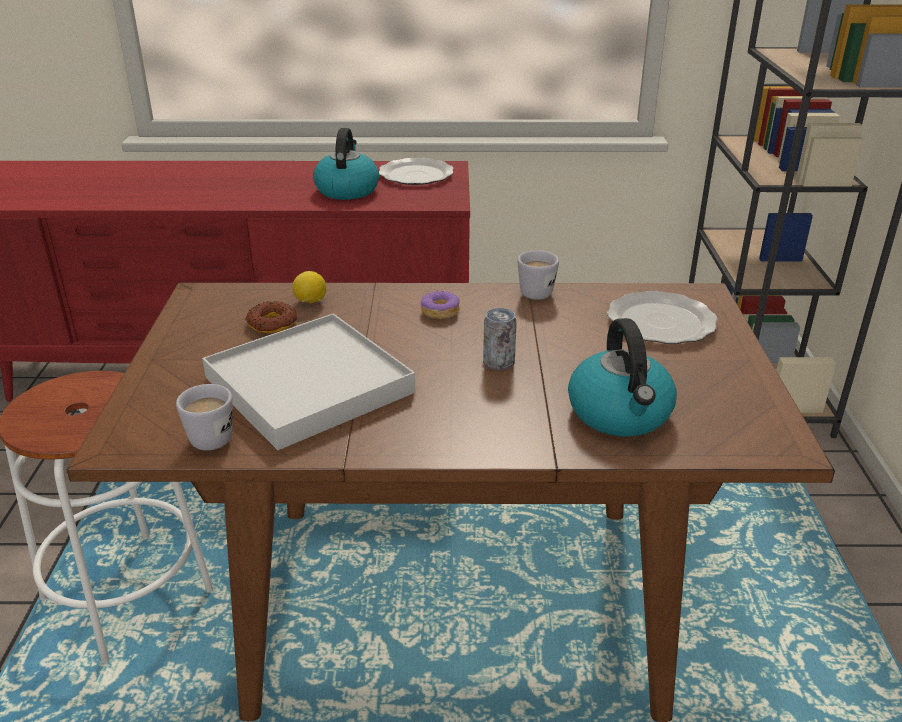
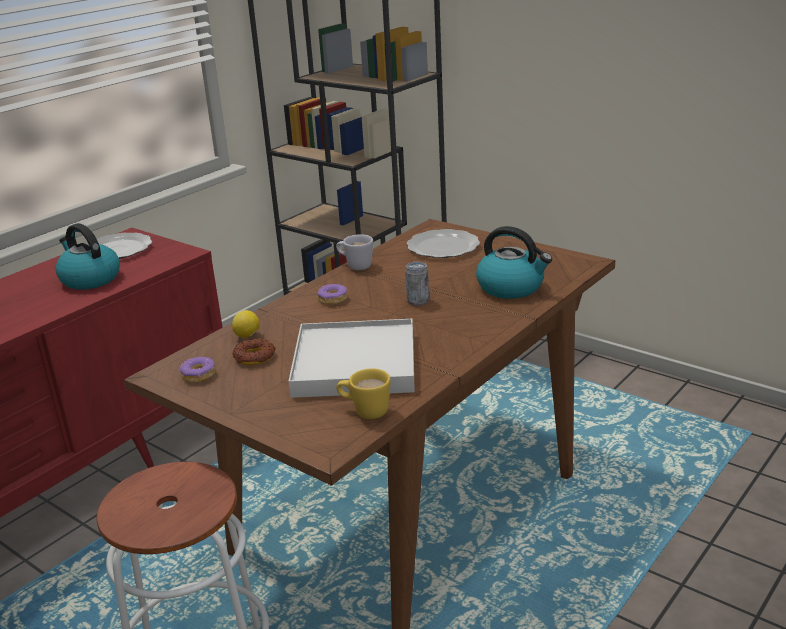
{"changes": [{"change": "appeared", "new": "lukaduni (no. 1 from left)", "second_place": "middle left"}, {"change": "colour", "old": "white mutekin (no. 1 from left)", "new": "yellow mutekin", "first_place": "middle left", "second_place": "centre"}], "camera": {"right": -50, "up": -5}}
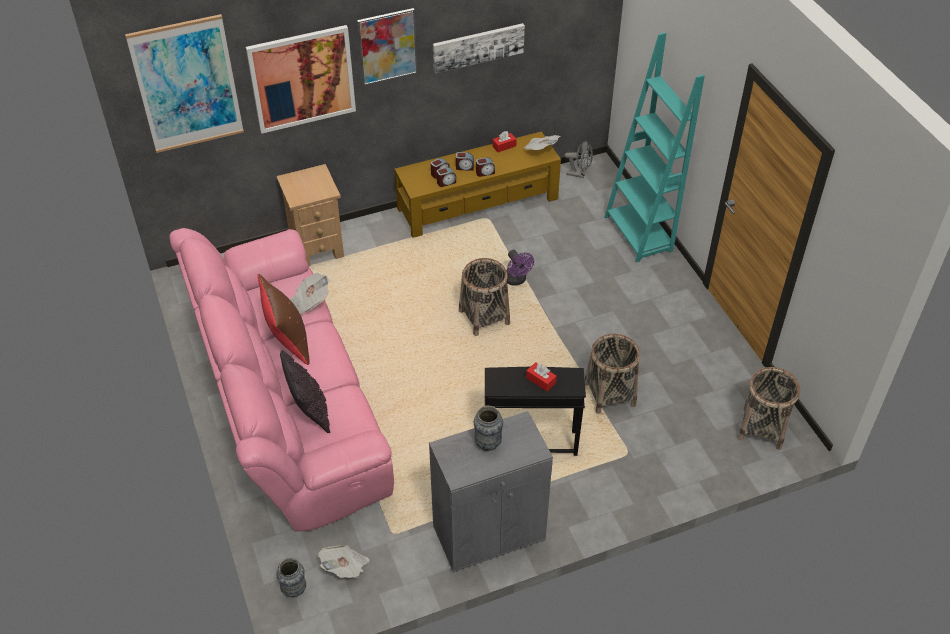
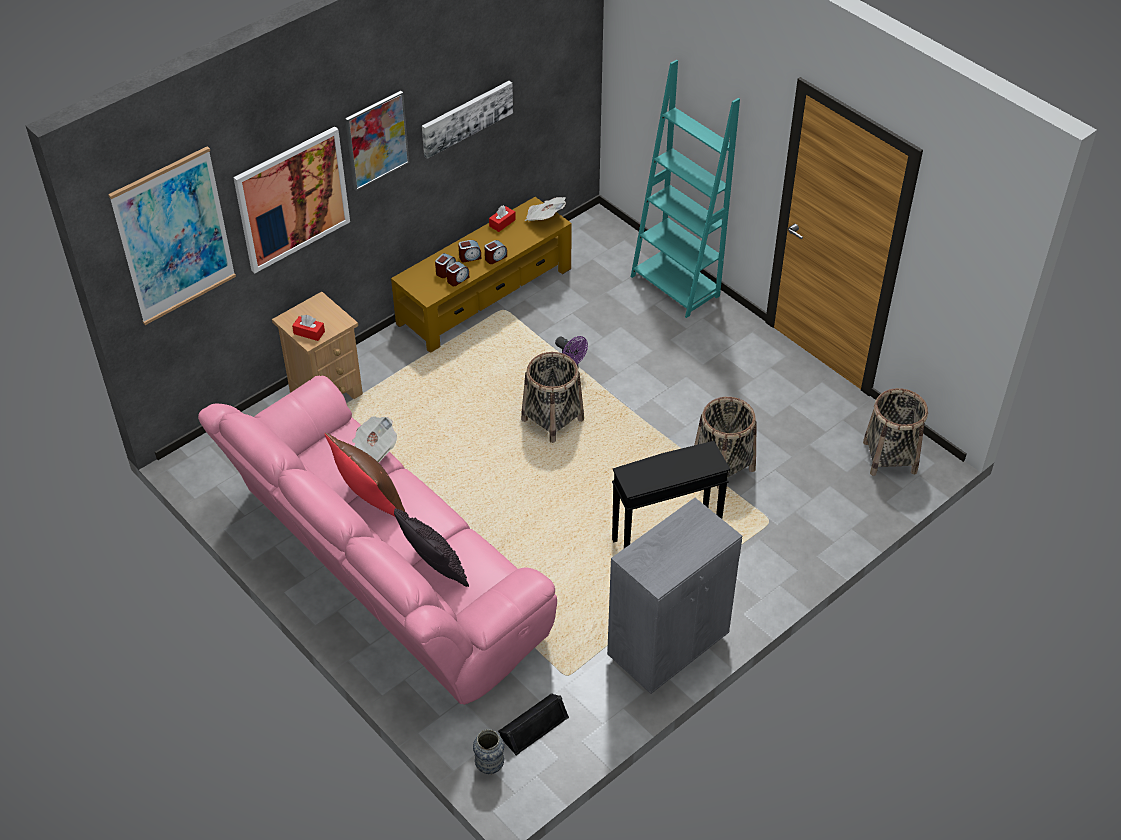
{"changes": [{"change": "missing", "old": "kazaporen (no. 2 from left)", "first_place": "bottom centre"}, {"change": "missing", "old": "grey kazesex", "first_place": "top centre"}, {"change": "relocated", "old": "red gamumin (no. 2 from left in the first image)", "new": "red gamumin (no. 1 from left)", "first_place": "centre", "second_place": "middle left"}, {"change": "exchanged", "old": "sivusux (no. 2 from left)", "new": "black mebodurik", "first_place": "bottom centre", "second_place": "bottom centre"}], "camera": {"right": -20, "up": 0}}
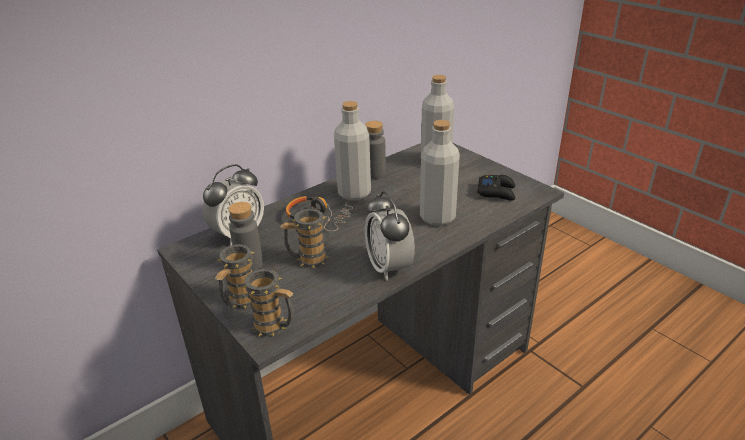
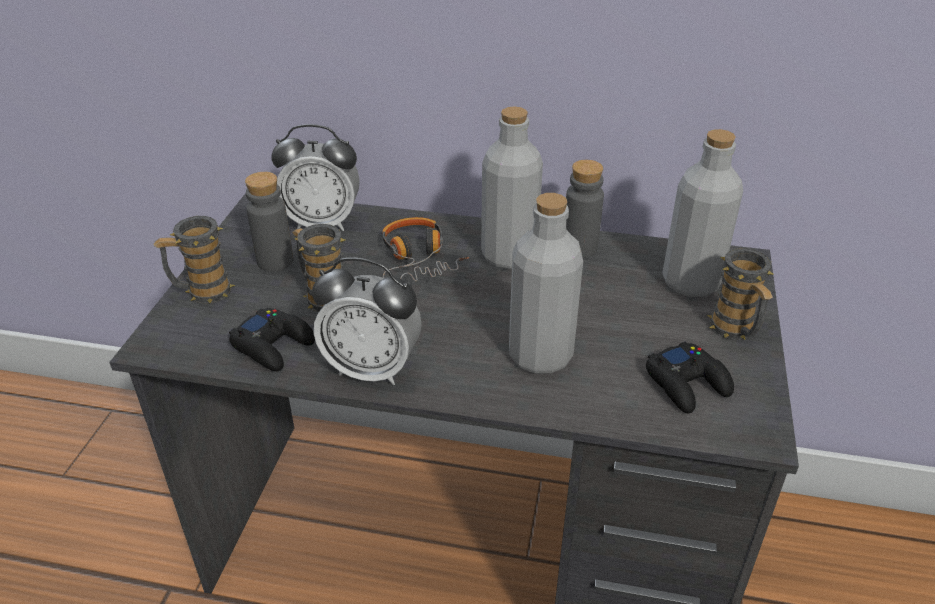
{"changes": [{"change": "appeared", "new": "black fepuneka (no. 1 from left)", "second_place": "middle left"}, {"change": "relocated", "old": "mutekin (no. 2 from left in the first image)", "new": "mutekin (no. 3 from left)", "first_place": "bottom centre", "second_place": "middle right"}, {"change": "spun", "old": "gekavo (no. 2 from left)", "first_place": "centre", "second_place": "centre", "degrees": -105}], "camera": {"right": 50, "up": 5}}
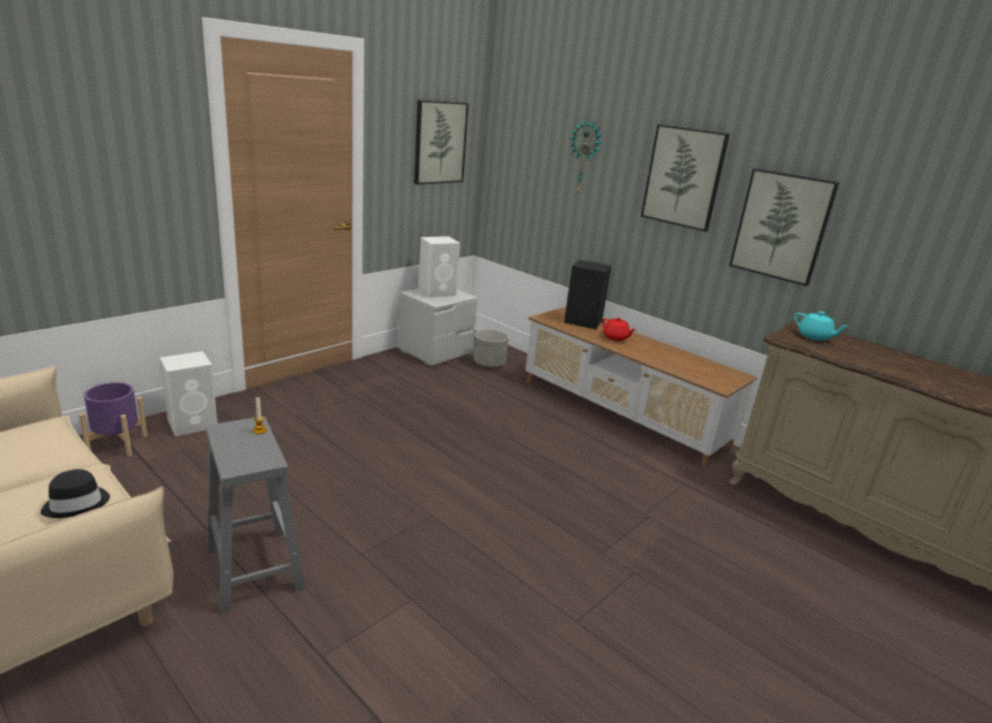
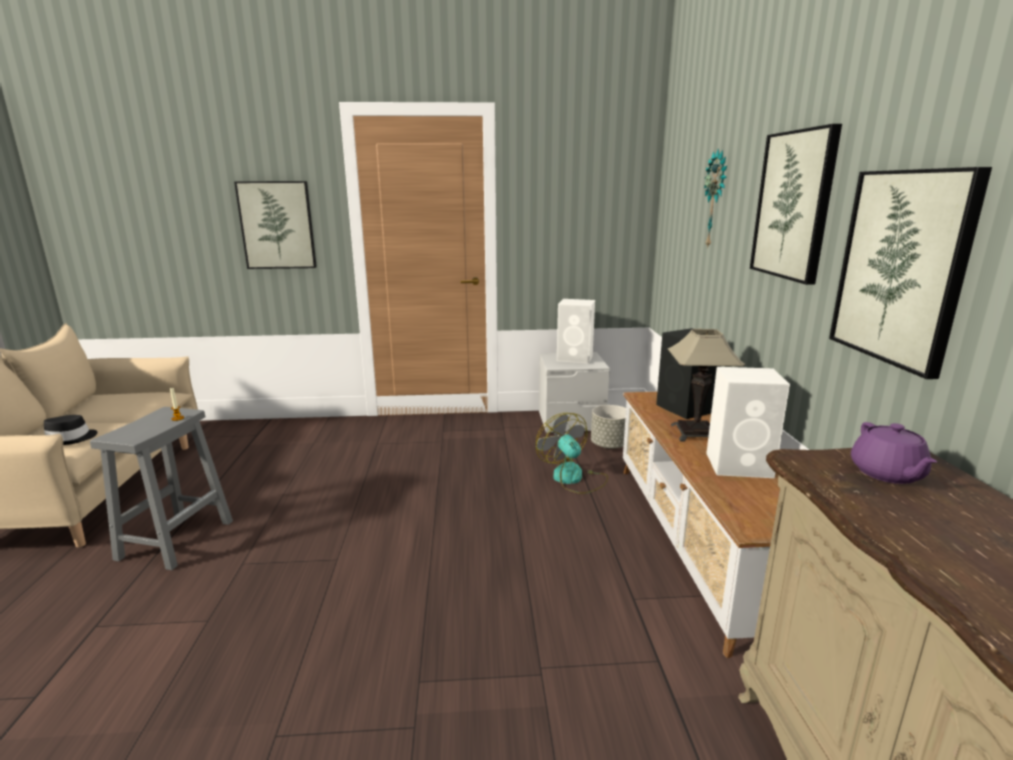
{"changes": [{"change": "missing", "old": "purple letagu", "first_place": "middle left"}, {"change": "appeared", "new": "kazesex", "second_place": "centre"}, {"change": "relocated", "old": "white mebodurik (no. 1 from left in the first image)", "new": "white mebodurik (no. 2 from left)", "first_place": "middle left", "second_place": "middle right"}, {"change": "relocated", "old": "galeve (no. 1 from left)", "first_place": "top centre", "second_place": "top left"}, {"change": "exchanged", "old": "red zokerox", "new": "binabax", "first_place": "centre", "second_place": "middle right"}, {"change": "colour", "old": "turquoise zokerox", "new": "purple zokerox", "first_place": "middle right", "second_place": "middle right"}], "camera": {"right": 45, "up": -5}}
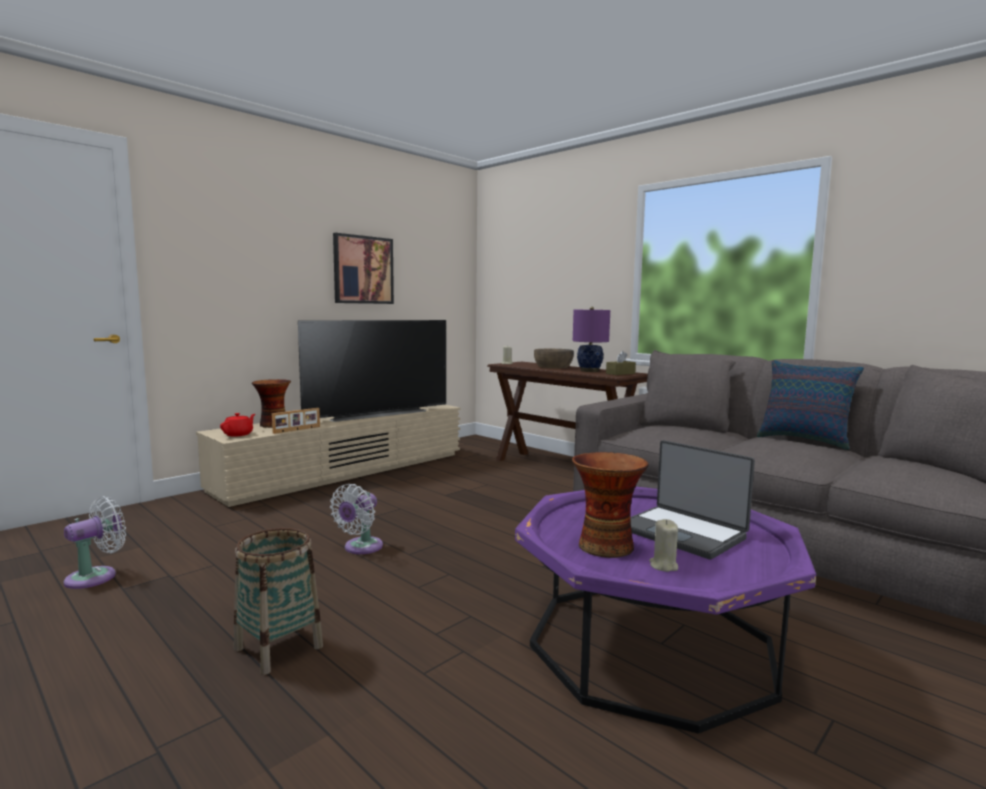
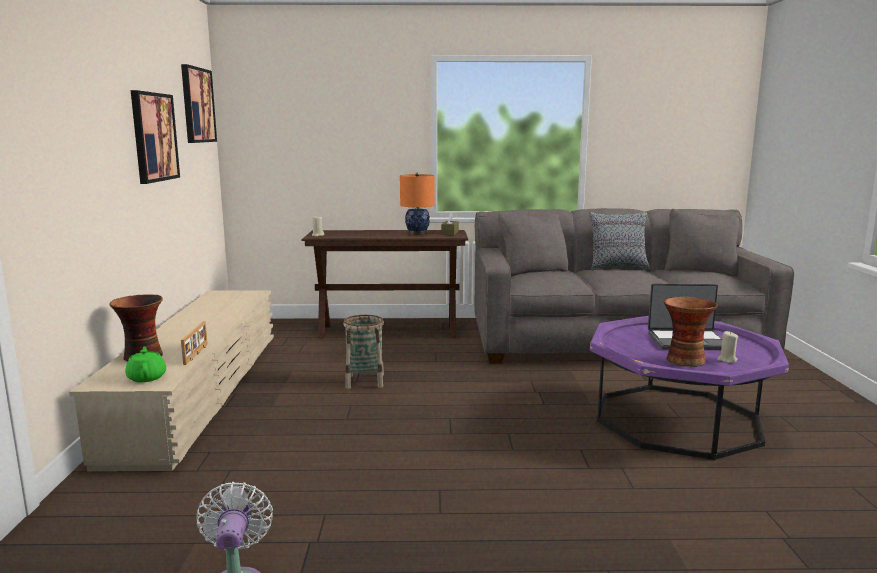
{"changes": [{"change": "missing", "old": "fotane", "first_place": "centre"}, {"change": "missing", "old": "white kazesex (no. 2 from left)", "first_place": "centre"}, {"change": "missing", "old": "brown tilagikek", "first_place": "centre"}, {"change": "appeared", "new": "galeve (no. 2 from left)", "second_place": "top left"}, {"change": "relocated", "old": "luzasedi", "first_place": "bottom left", "second_place": "centre"}, {"change": "colour", "old": "red zokerox", "new": "green zokerox", "first_place": "middle left", "second_place": "middle left"}, {"change": "colour", "old": "purple binabax", "new": "orange binabax", "first_place": "centre", "second_place": "centre"}, {"change": "colour", "old": "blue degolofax", "new": "grey degolofax", "first_place": "middle right", "second_place": "middle right"}], "camera": {"right": -45, "up": 5}}
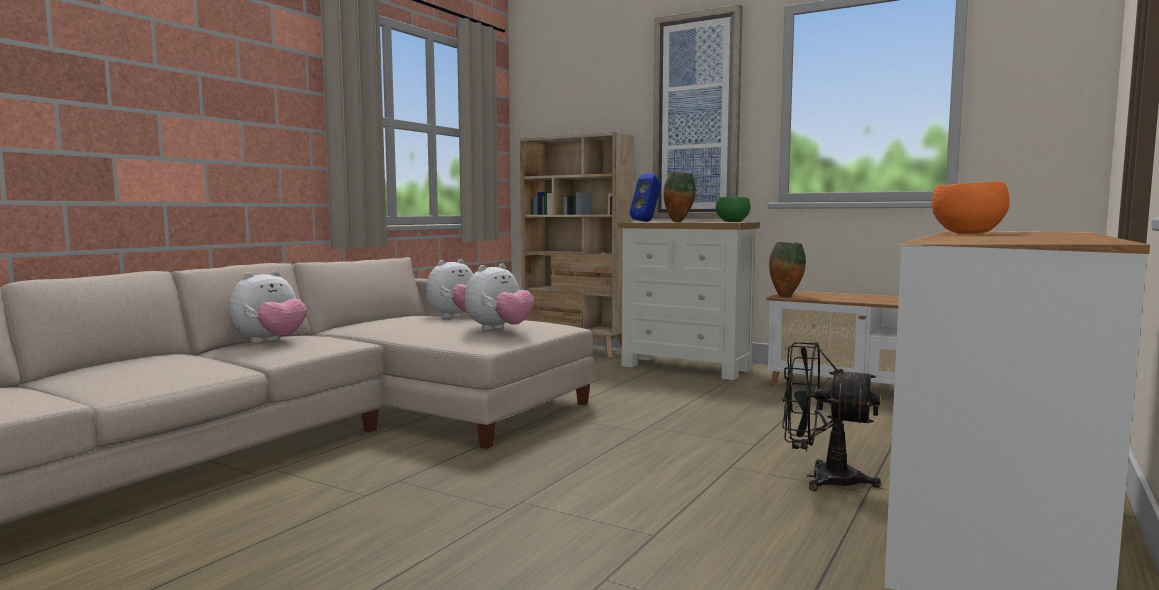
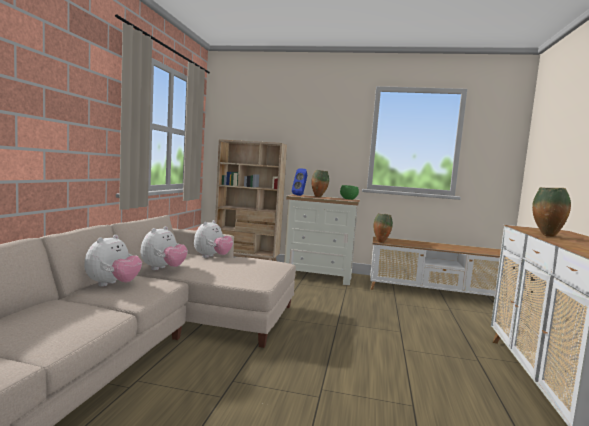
{"changes": [{"change": "missing", "old": "galeve", "first_place": "top centre"}, {"change": "missing", "old": "black kazesex", "first_place": "bottom right"}, {"change": "relocated", "old": "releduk (no. 3 from left in the first image)", "new": "releduk (no. 2 from left)", "first_place": "centre", "second_place": "middle left"}, {"change": "exchanged", "old": "orange tilagikek", "new": "kazaporen (no. 3 from left)", "first_place": "middle right", "second_place": "middle right"}], "camera": {"right": -20, "up": 0}}
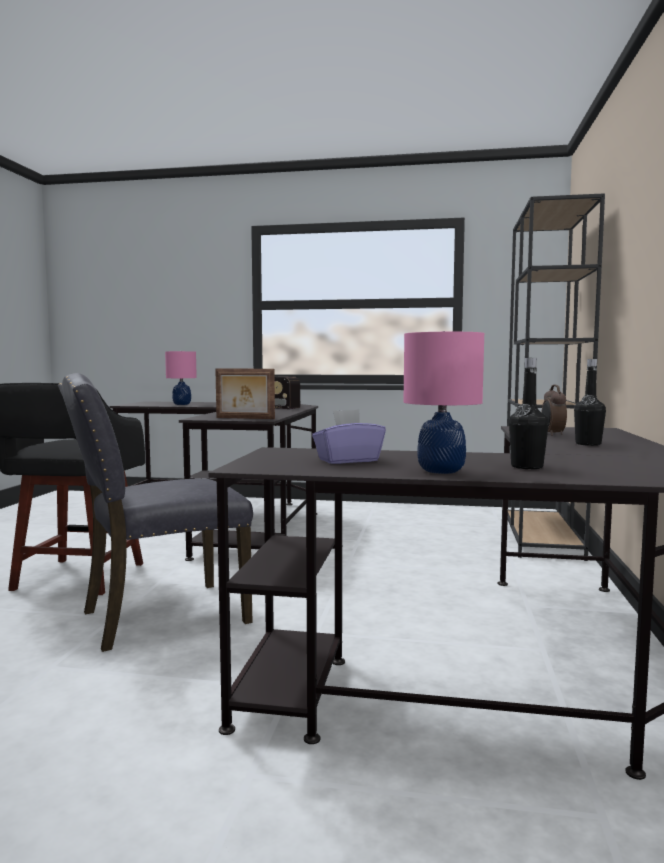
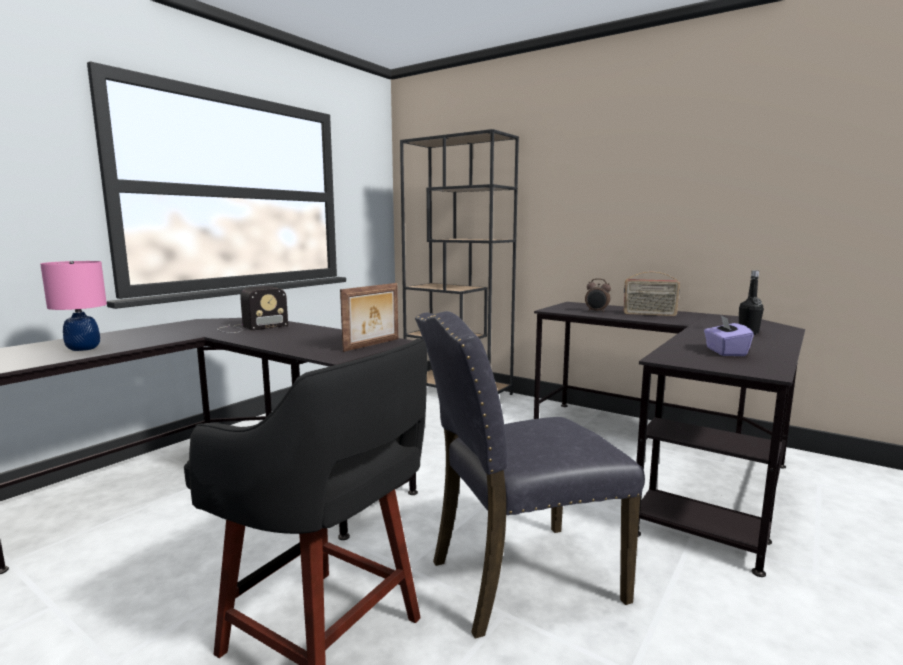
{"changes": [{"change": "missing", "old": "pink binabax (no. 2 from left)", "first_place": "middle right"}, {"change": "exchanged", "old": "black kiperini (no. 2 from left)", "new": "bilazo (no. 2 from left)", "first_place": "middle right", "second_place": "middle right"}, {"change": "spun", "old": "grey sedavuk", "first_place": "middle left", "second_place": "bottom centre", "degrees": 75}], "camera": {"right": -65, "up": 5}}
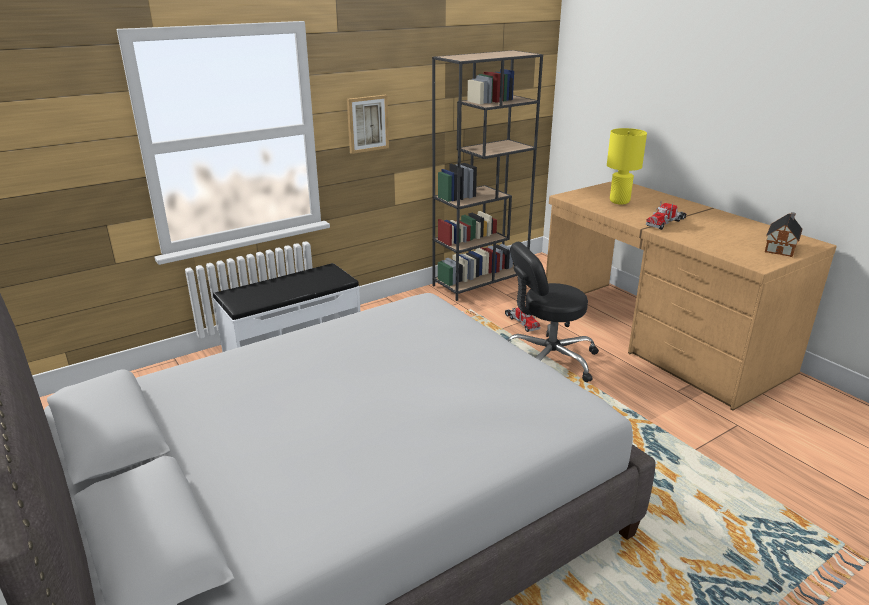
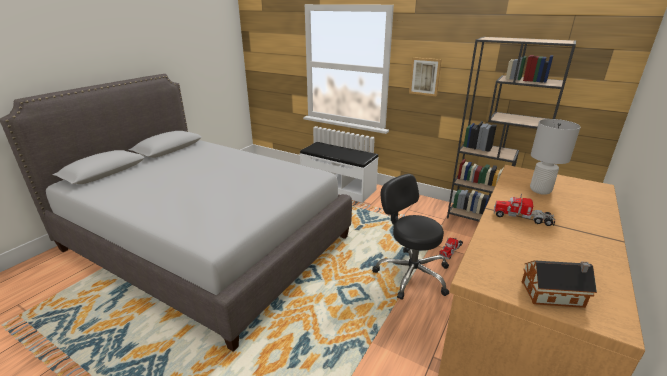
{"changes": [{"change": "colour", "old": "yellow binabax", "new": "grey binabax", "first_place": "top right", "second_place": "middle right"}], "camera": {"right": 65, "up": 0}}
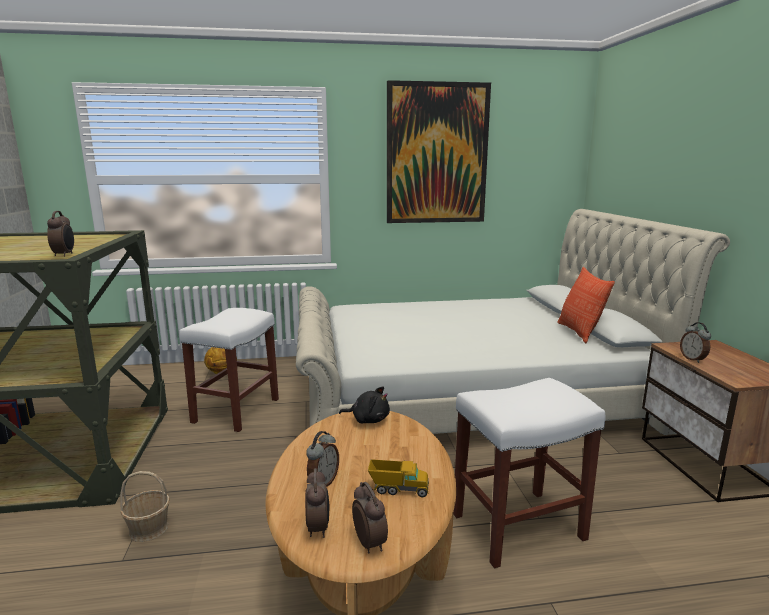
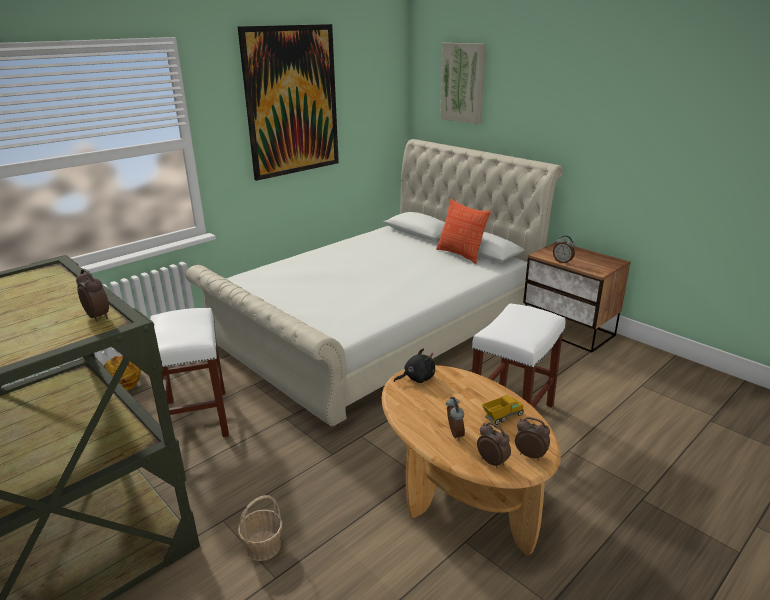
{"changes": [{"change": "appeared", "new": "galeve (no. 2 from left)", "second_place": "top centre"}], "camera": {"right": -35, "up": 10}}
